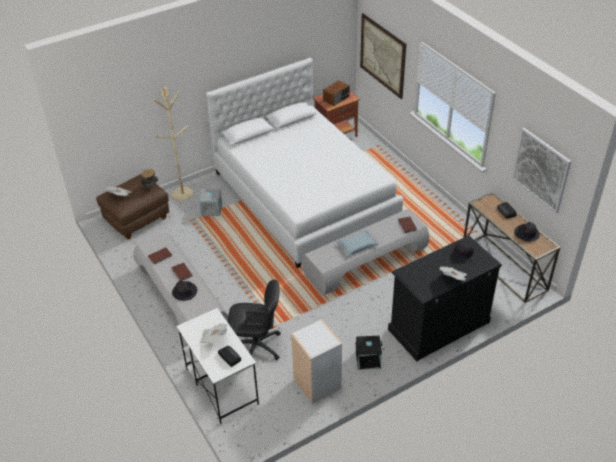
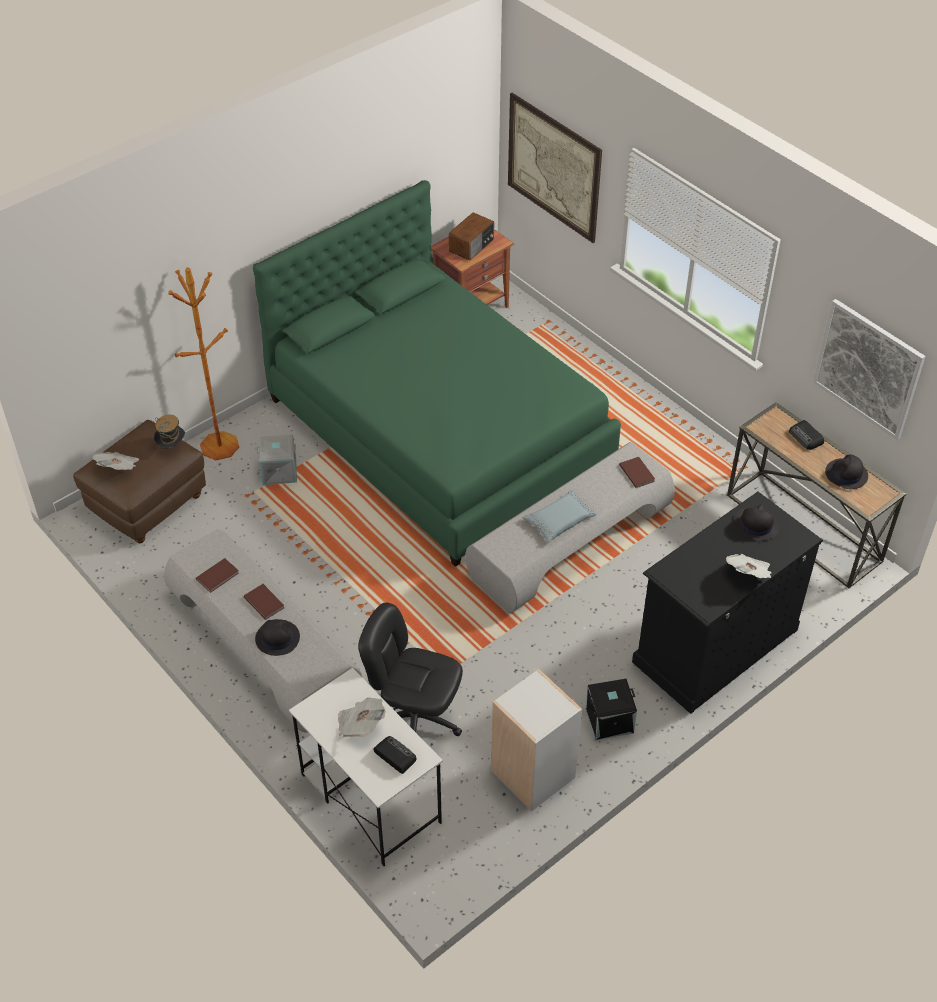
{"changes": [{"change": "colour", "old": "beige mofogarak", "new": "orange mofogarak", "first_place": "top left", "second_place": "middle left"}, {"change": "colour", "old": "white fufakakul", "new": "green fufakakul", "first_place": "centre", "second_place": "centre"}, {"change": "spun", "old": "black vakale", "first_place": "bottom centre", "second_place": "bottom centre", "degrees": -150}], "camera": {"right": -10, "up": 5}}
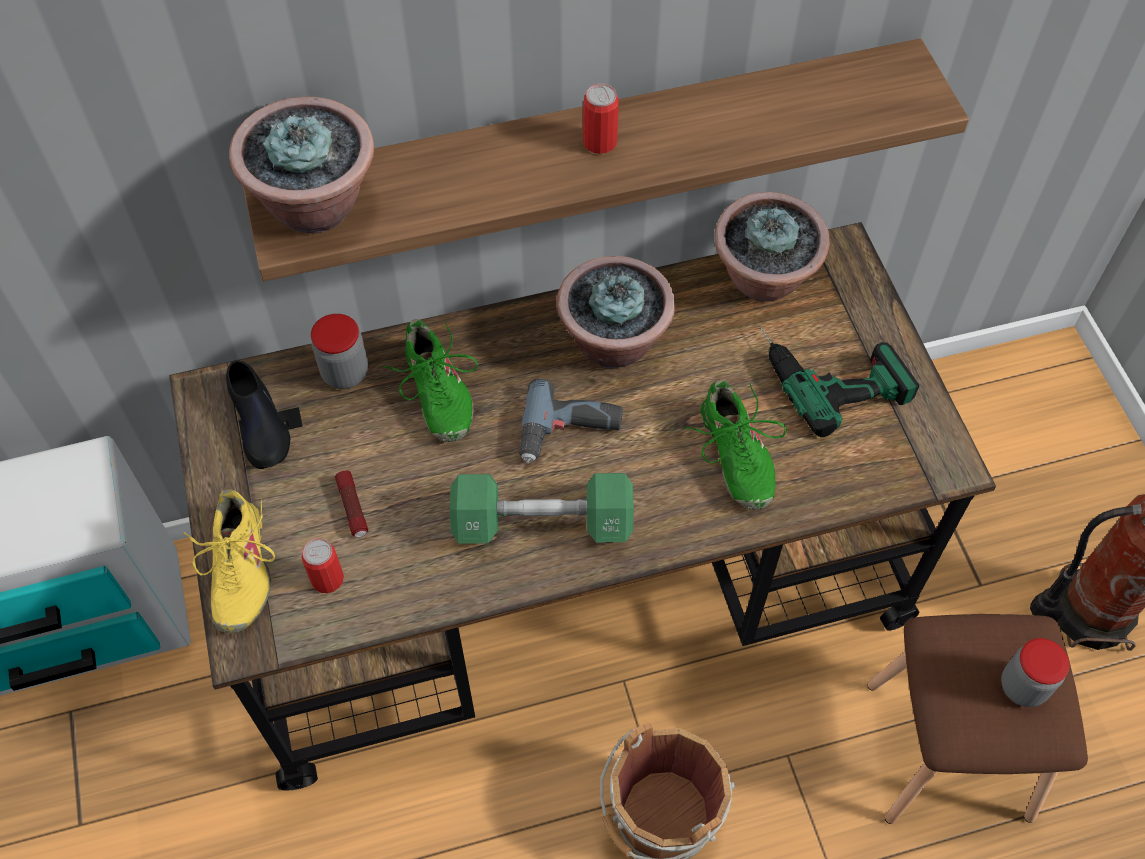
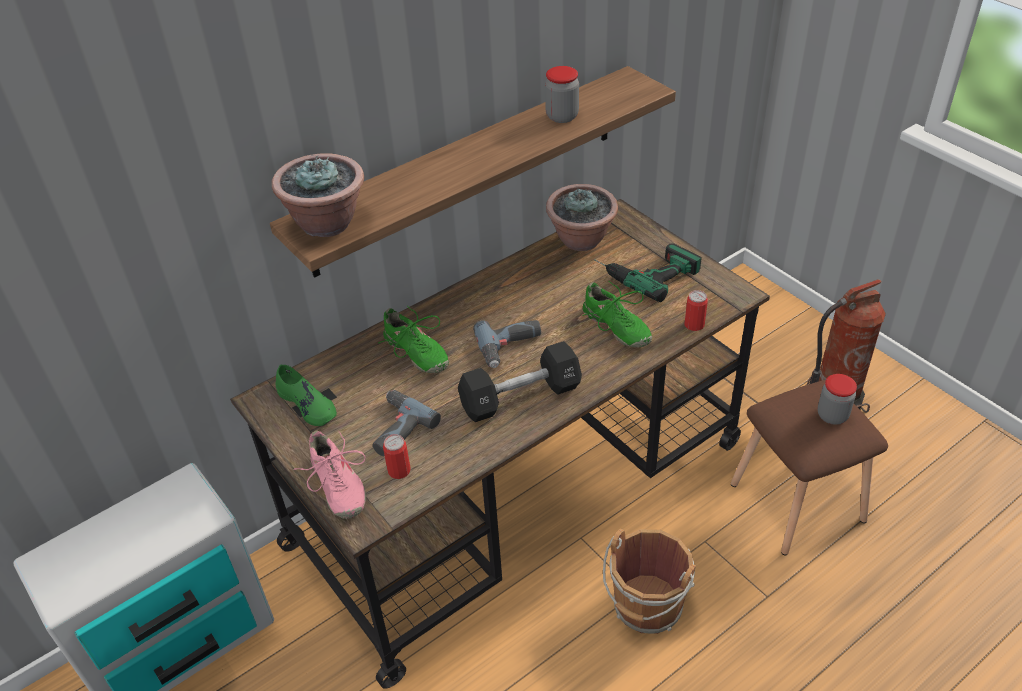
{"changes": [{"change": "missing", "old": "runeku (no. 2 from left)", "first_place": "centre"}, {"change": "relocated", "old": "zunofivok (no. 1 from left)", "first_place": "middle left", "second_place": "top centre"}, {"change": "relocated", "old": "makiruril (no. 2 from left)", "first_place": "top centre", "second_place": "middle right"}, {"change": "exchanged", "old": "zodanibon", "new": "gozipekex (no. 1 from left)", "first_place": "middle left", "second_place": "centre"}, {"change": "colour", "old": "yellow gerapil", "new": "pink gerapil", "first_place": "middle left", "second_place": "bottom left"}, {"change": "colour", "old": "black gerapil", "new": "green gerapil (no. 1 from left)", "first_place": "middle left", "second_place": "middle left"}, {"change": "colour", "old": "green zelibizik", "new": "black zelibizik", "first_place": "centre", "second_place": "centre"}], "camera": {"right": -20, "up": -15}}
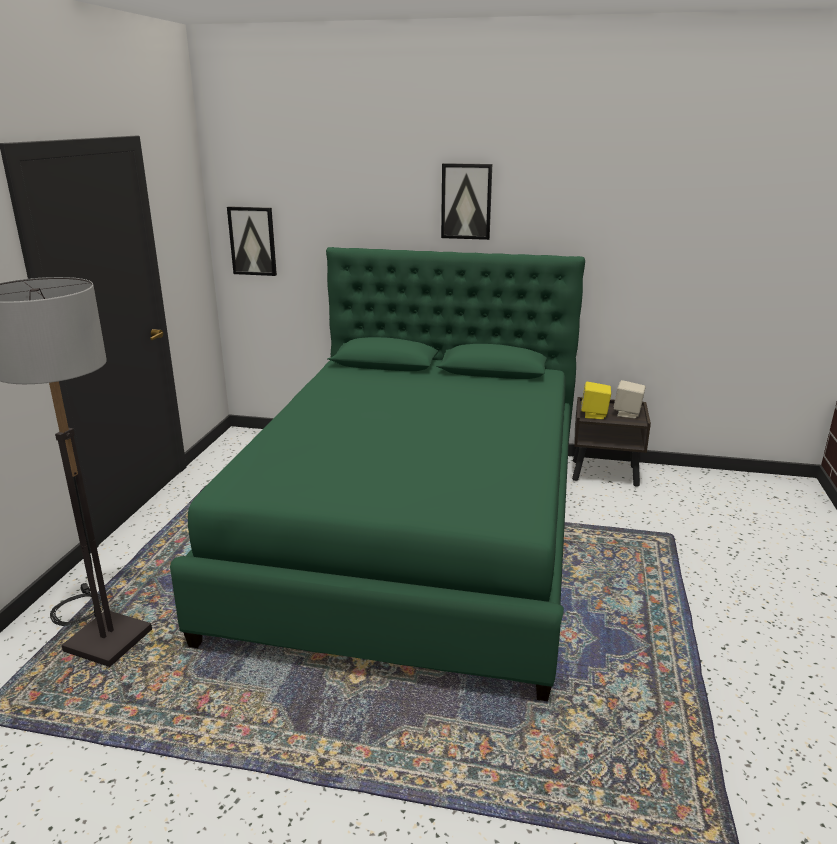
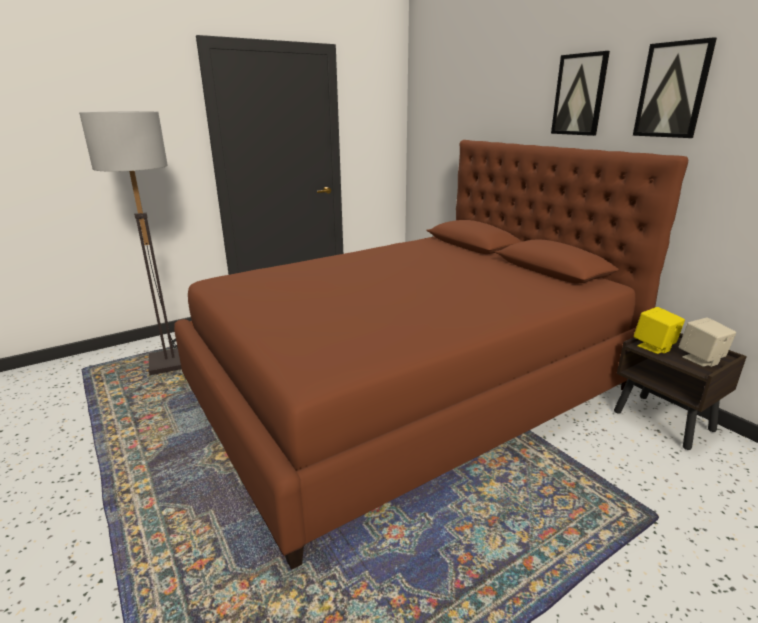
{"changes": [{"change": "relocated", "old": "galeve (no. 1 from left in the first image)", "new": "galeve (no. 2 from left)", "first_place": "top left", "second_place": "top right"}, {"change": "colour", "old": "green fufakakul", "new": "brown fufakakul", "first_place": "centre", "second_place": "centre"}], "camera": {"right": 45, "up": 0}}
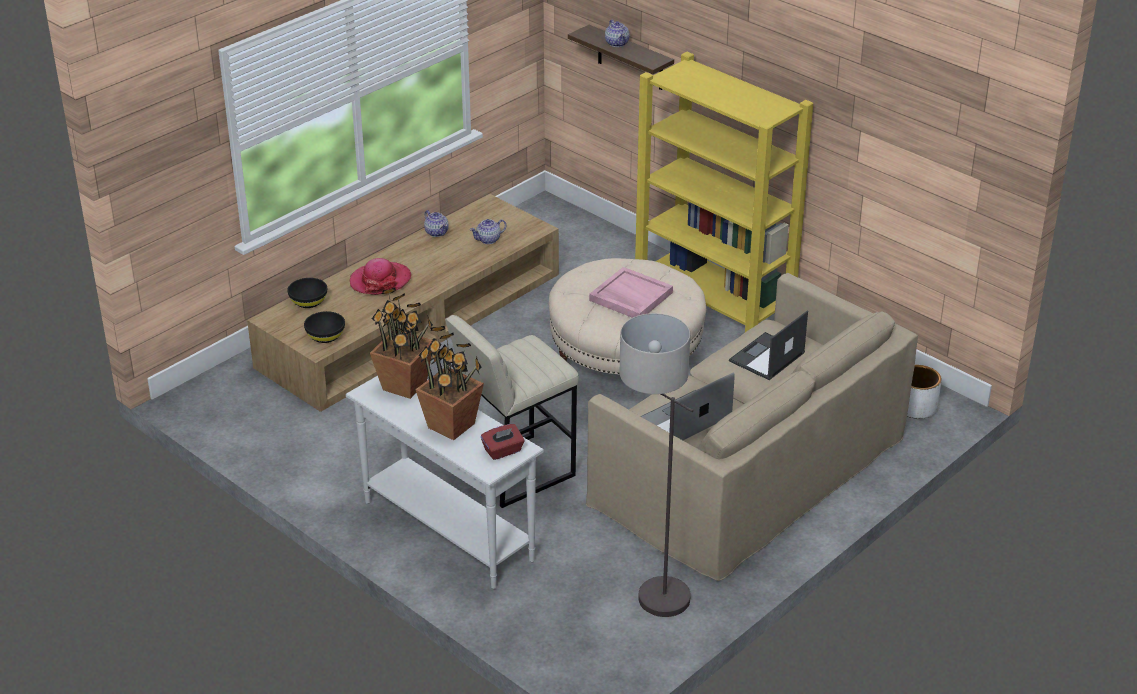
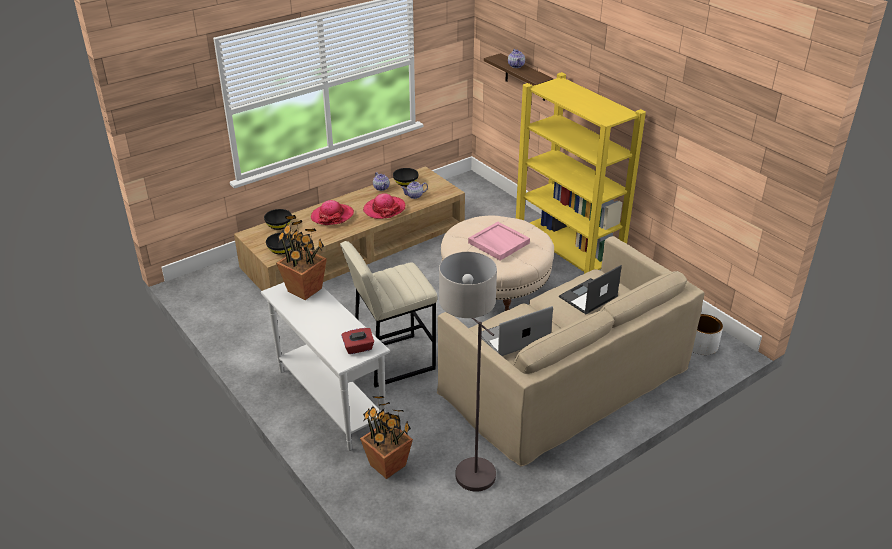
{"changes": [{"change": "appeared", "new": "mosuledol (no. 2 from left)", "second_place": "centre"}, {"change": "appeared", "new": "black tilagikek (no. 3 from left)", "second_place": "top centre"}, {"change": "relocated", "old": "runeku (no. 2 from left)", "first_place": "centre", "second_place": "bottom centre"}], "camera": {"right": 10, "up": 0}}
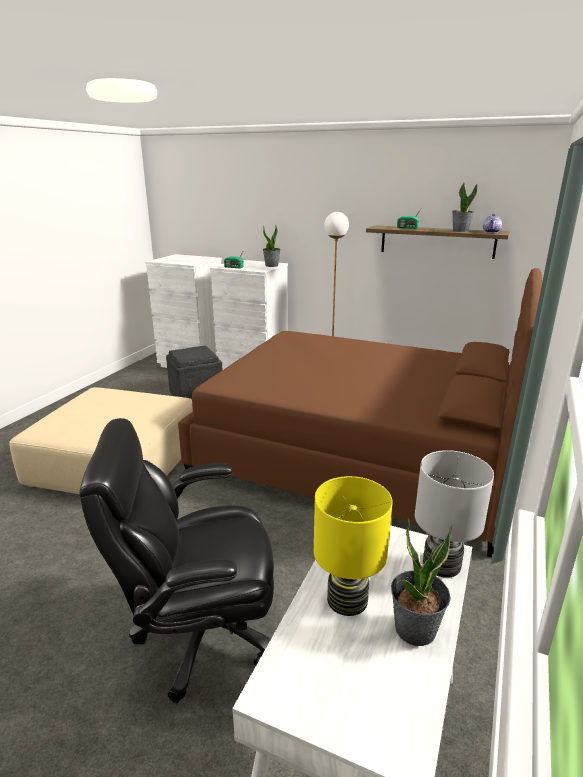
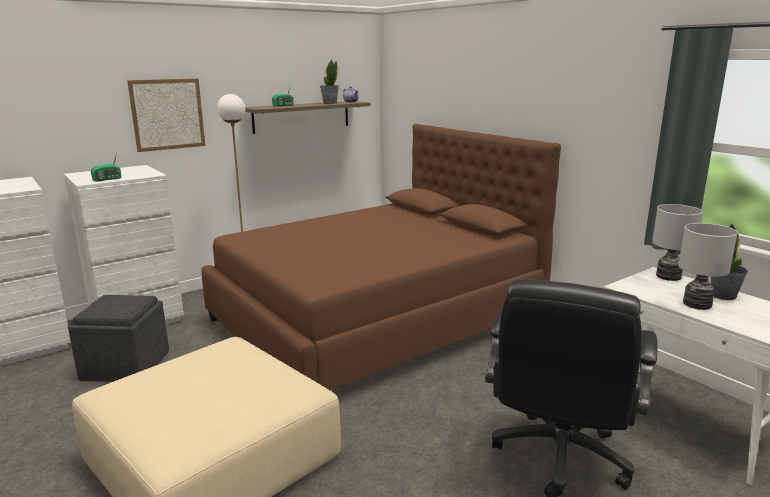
{"changes": [{"change": "missing", "old": "runeku (no. 1 from left)", "first_place": "top centre"}, {"change": "appeared", "new": "galeve", "second_place": "top left"}, {"change": "colour", "old": "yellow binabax", "new": "grey binabax (no. 2 from left)", "first_place": "bottom centre", "second_place": "middle right"}], "camera": {"right": -60, "up": -5}}
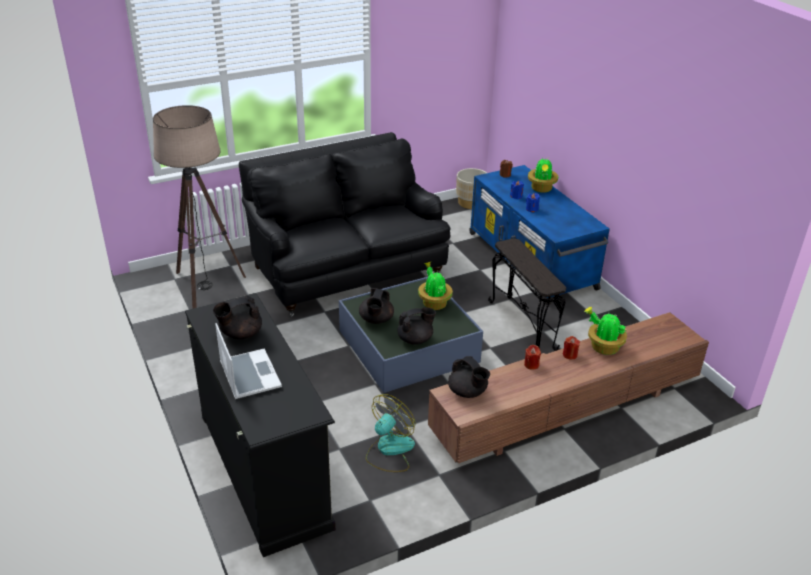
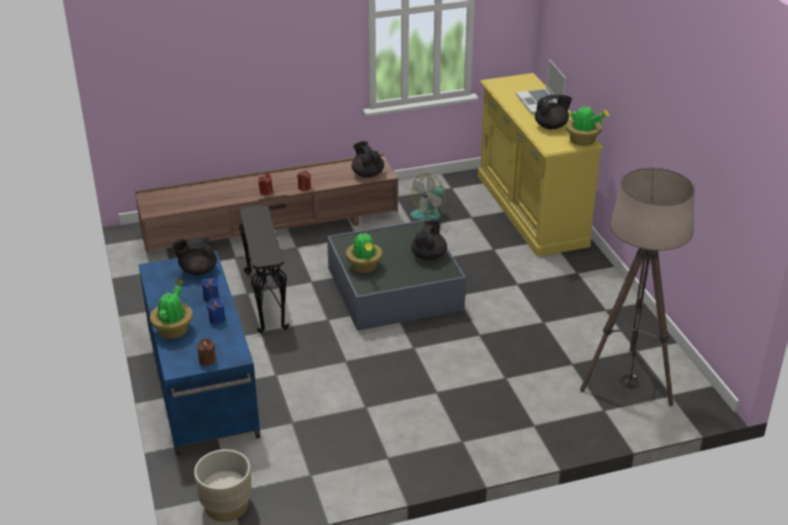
{"changes": [{"change": "missing", "old": "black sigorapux", "first_place": "centre"}, {"change": "relocated", "old": "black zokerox (no. 3 from left in the first image)", "new": "black zokerox (no. 1 from left)", "first_place": "centre", "second_place": "middle left"}, {"change": "relocated", "old": "runeku (no. 3 from left)", "first_place": "middle right", "second_place": "top right"}, {"change": "colour", "old": "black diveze", "new": "yellow diveze", "first_place": "bottom left", "second_place": "top right"}], "camera": {"right": -170, "up": 0}}
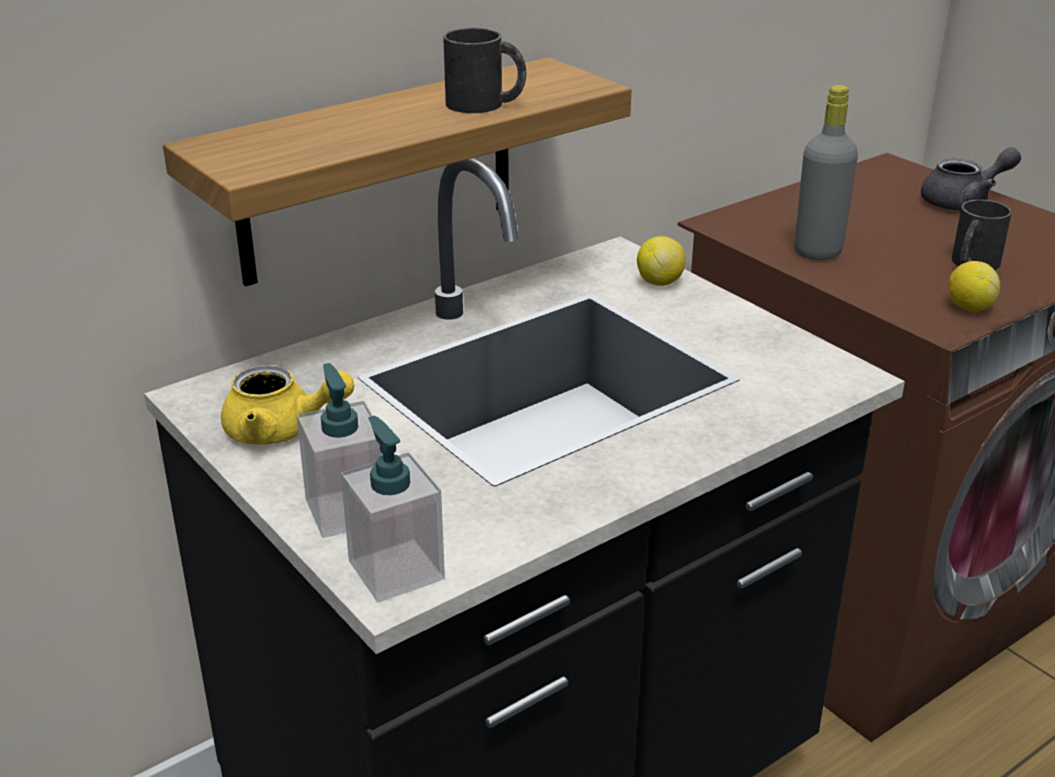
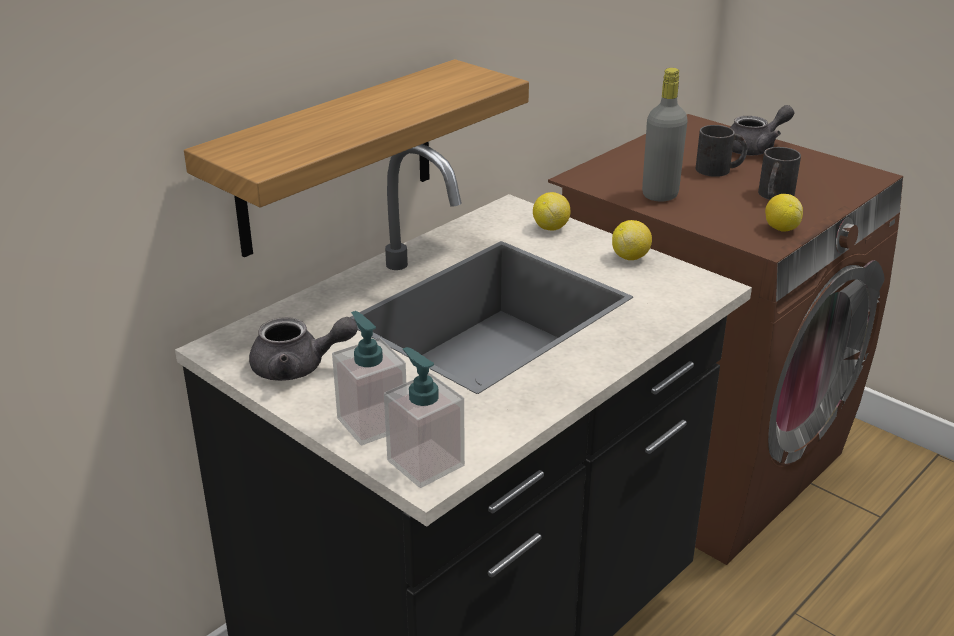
{"changes": [{"change": "appeared", "new": "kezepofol (no. 2 from left)", "second_place": "centre"}, {"change": "relocated", "old": "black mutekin (no. 1 from left)", "first_place": "top centre", "second_place": "top right"}, {"change": "colour", "old": "yellow zokerox", "new": "grey zokerox (no. 1 from left)", "first_place": "middle left", "second_place": "middle left"}], "camera": {"right": -10, "up": 0}}
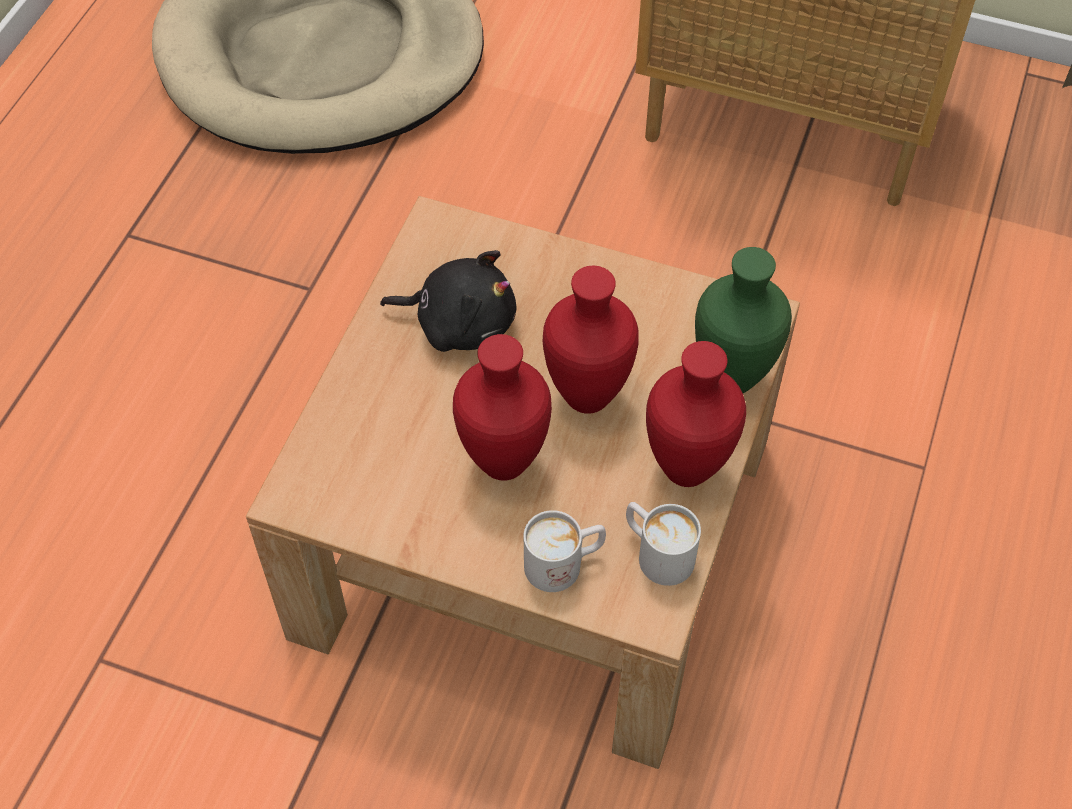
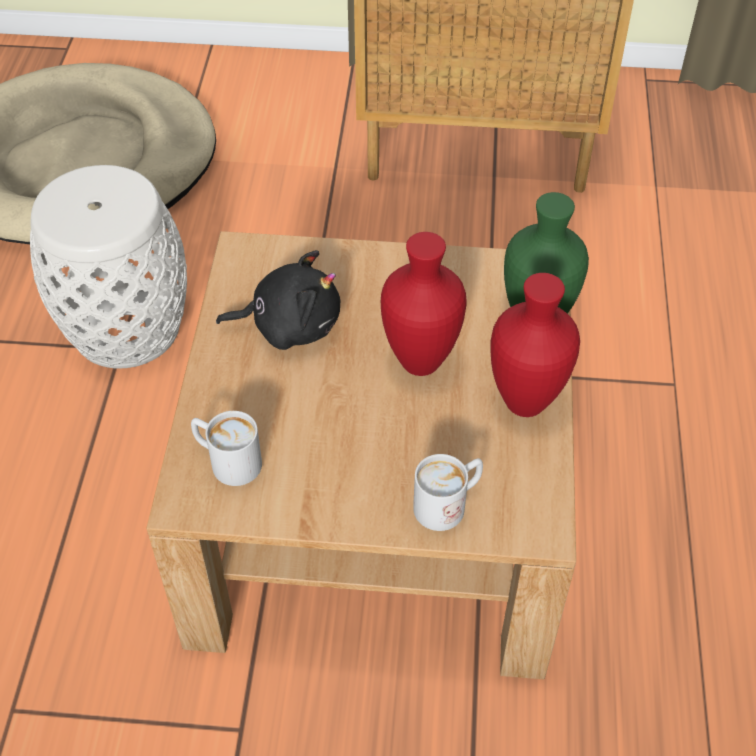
{"changes": [{"change": "missing", "old": "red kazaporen (no. 1 from left)", "first_place": "centre"}, {"change": "appeared", "new": "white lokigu", "second_place": "middle left"}, {"change": "relocated", "old": "white mutekin (no. 2 from left in the first image)", "new": "white mutekin (no. 1 from left)", "first_place": "bottom centre", "second_place": "middle left"}], "camera": {"right": -15, "up": -5}}
